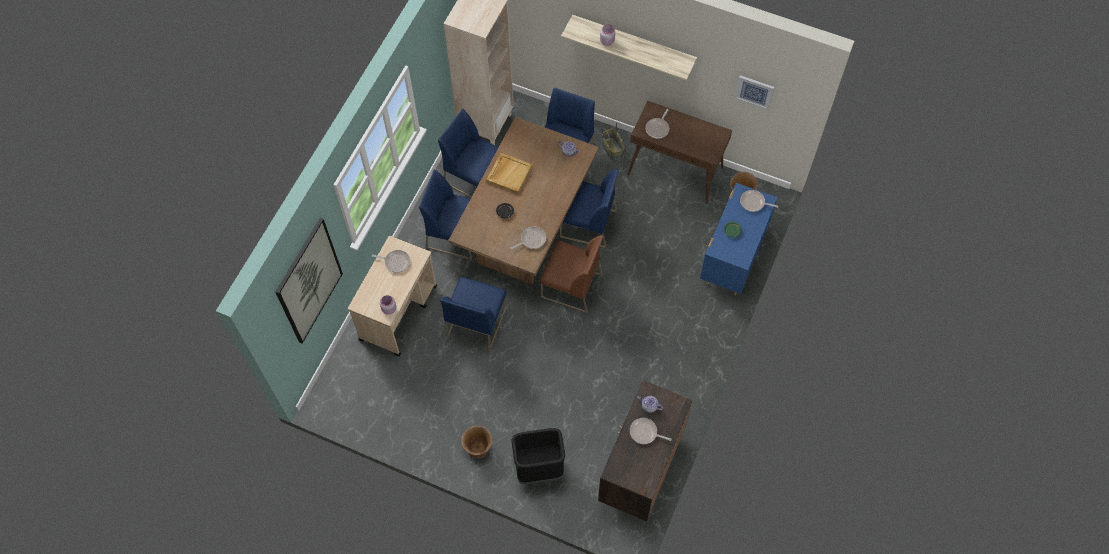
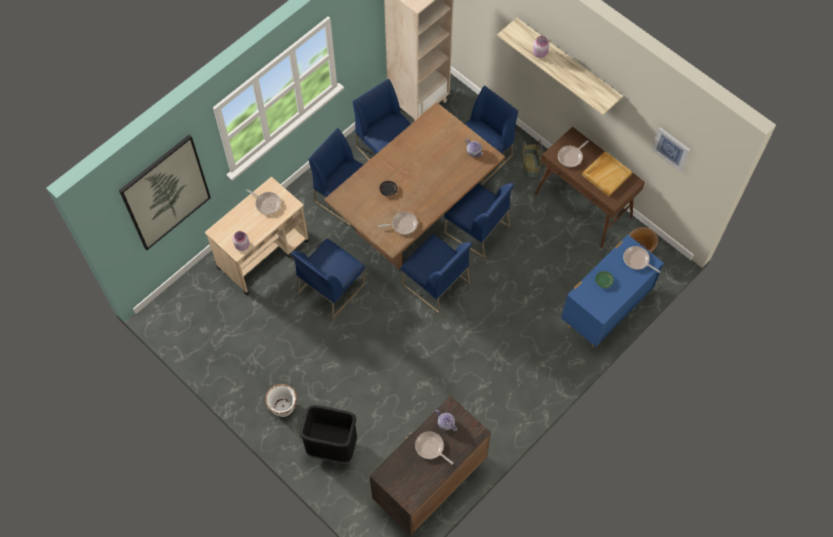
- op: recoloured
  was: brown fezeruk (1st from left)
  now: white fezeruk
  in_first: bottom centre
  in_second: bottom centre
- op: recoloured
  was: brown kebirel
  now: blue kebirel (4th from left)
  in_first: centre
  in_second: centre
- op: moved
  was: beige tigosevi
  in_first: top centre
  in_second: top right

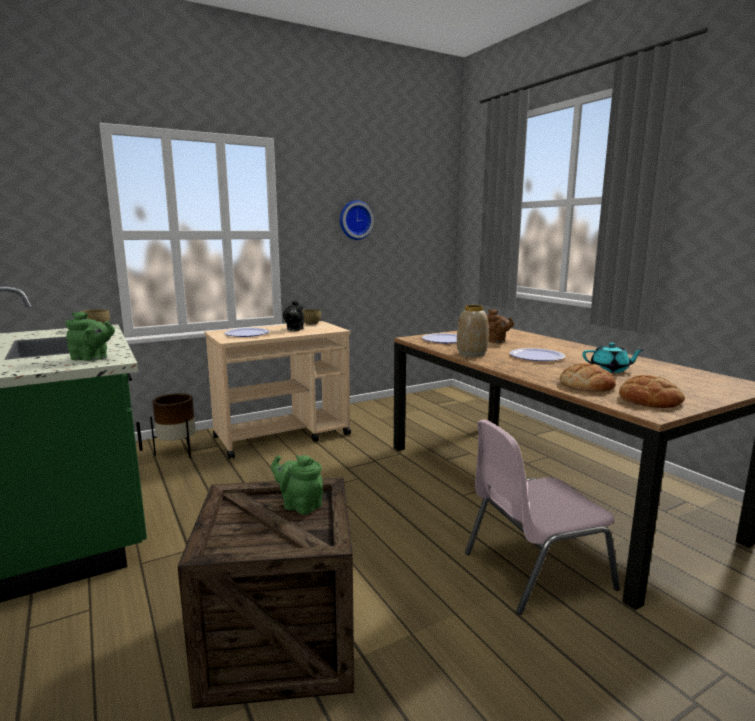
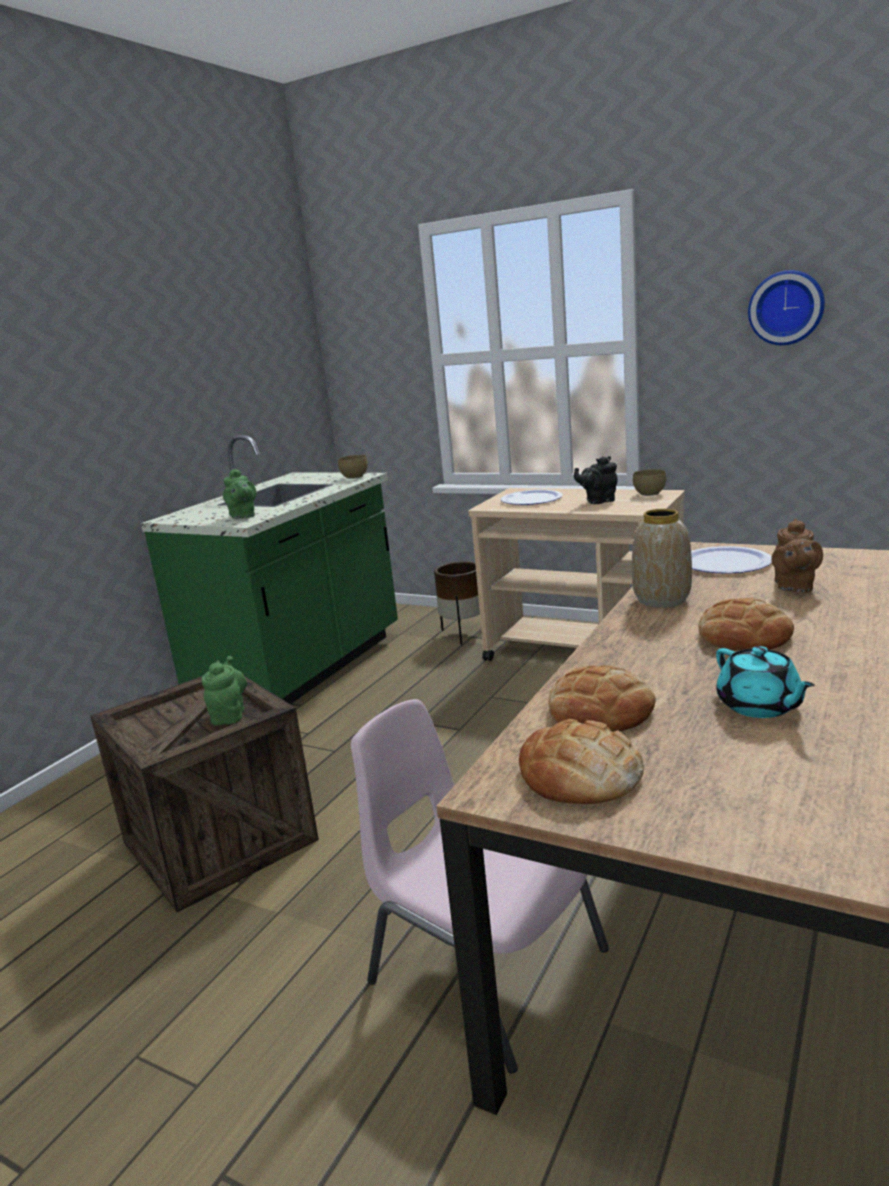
- op: replaced
  was: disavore (3rd from left)
  now: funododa (3rd from left)
  in_first: middle right
  in_second: middle right

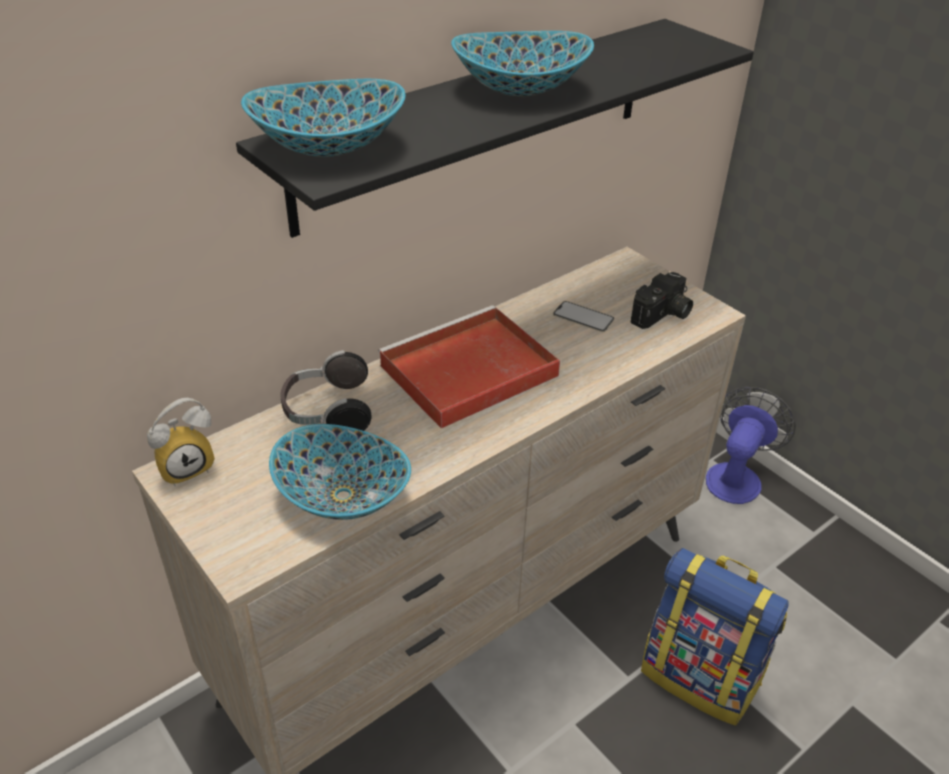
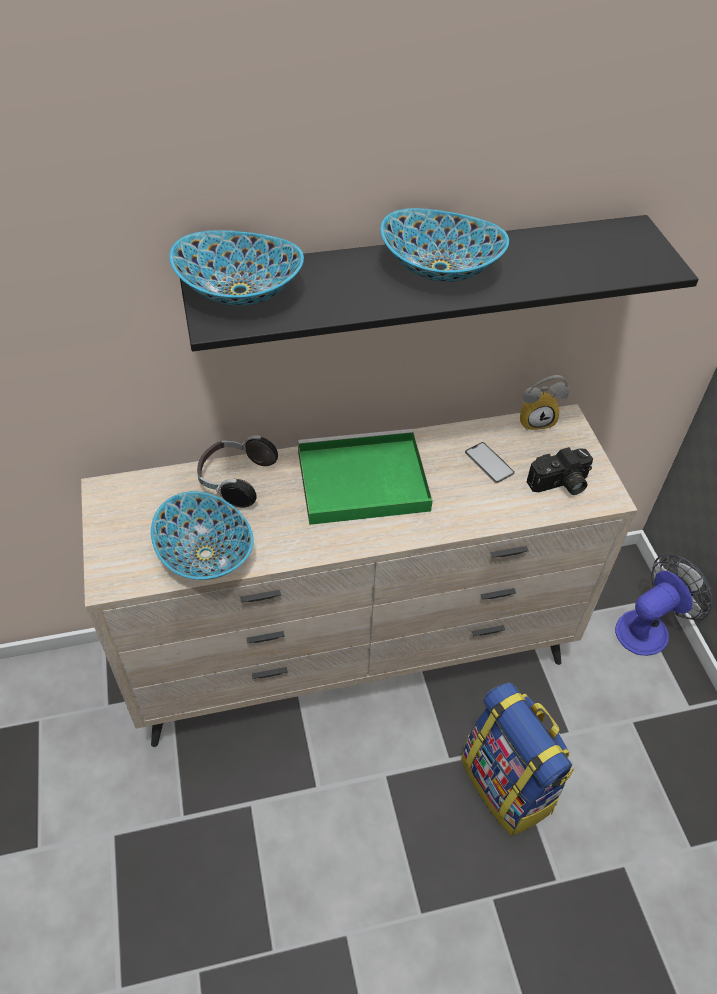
- op: recoloured
  was: red tigosevi
  now: green tigosevi
  in_first: centre
  in_second: centre
- op: moved
  was: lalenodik
  in_first: middle left
  in_second: middle right

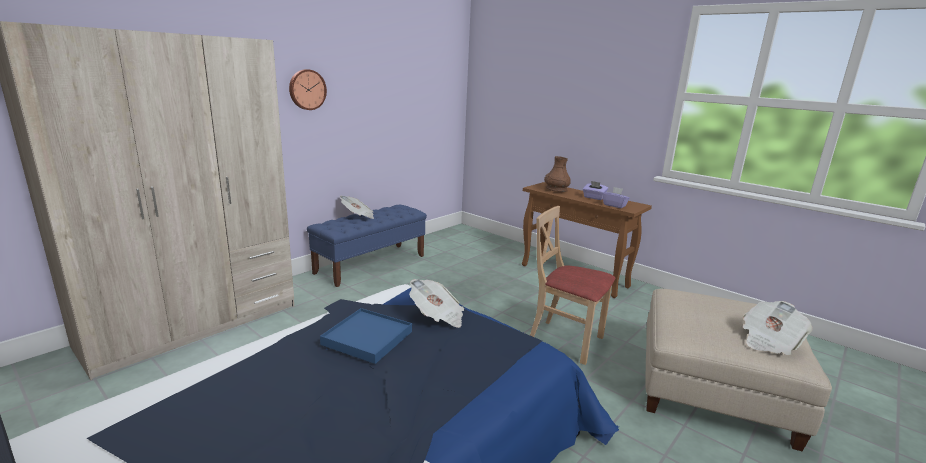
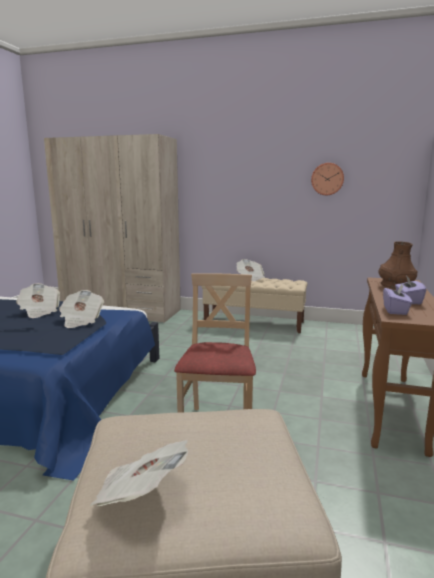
- op: replaced
  was: blue tigosevi
  now: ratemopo (1st from left)
  in_first: bottom centre
  in_second: middle left
- op: recoloured
  was: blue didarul
  now: beige didarul
  in_first: centre
  in_second: centre
- op: moved
  was: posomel
  in_first: top left
  in_second: top right

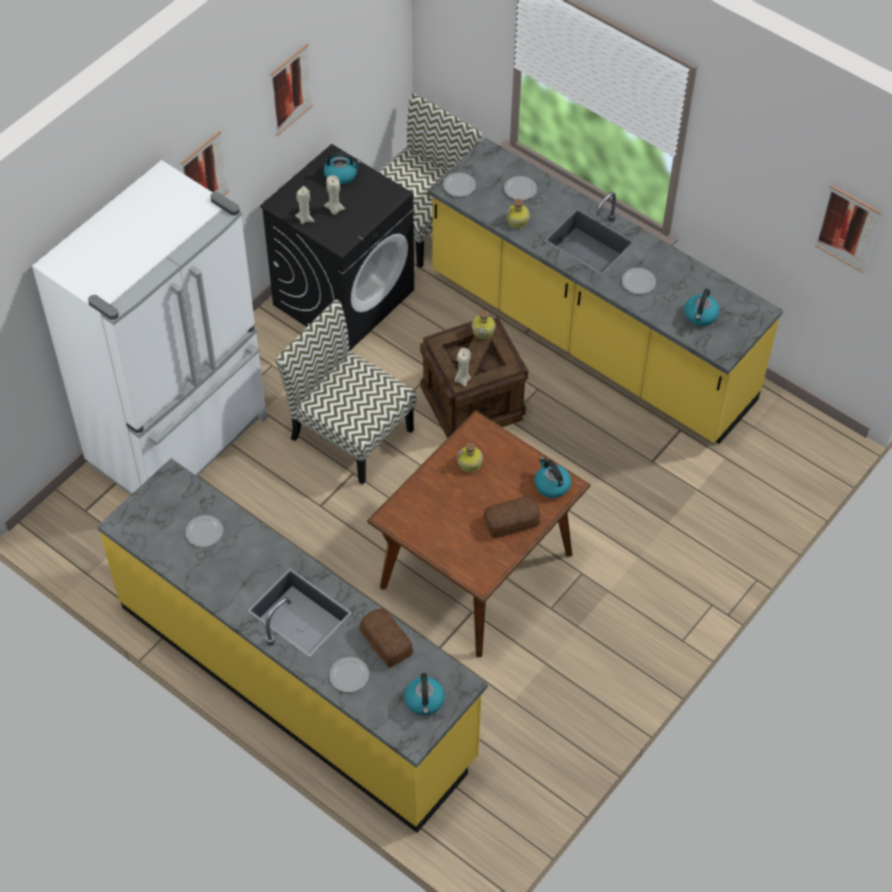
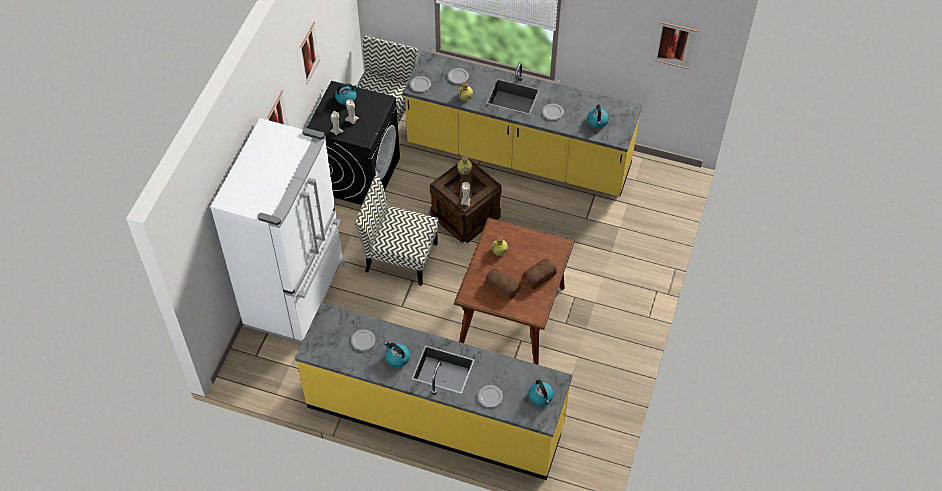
- op: moved
  was: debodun (3rd from left in the first image)
  now: debodun (2nd from left)
  in_first: centre
  in_second: bottom centre
- op: moved
  was: funododa (1st from left)
  in_first: bottom centre
  in_second: centre

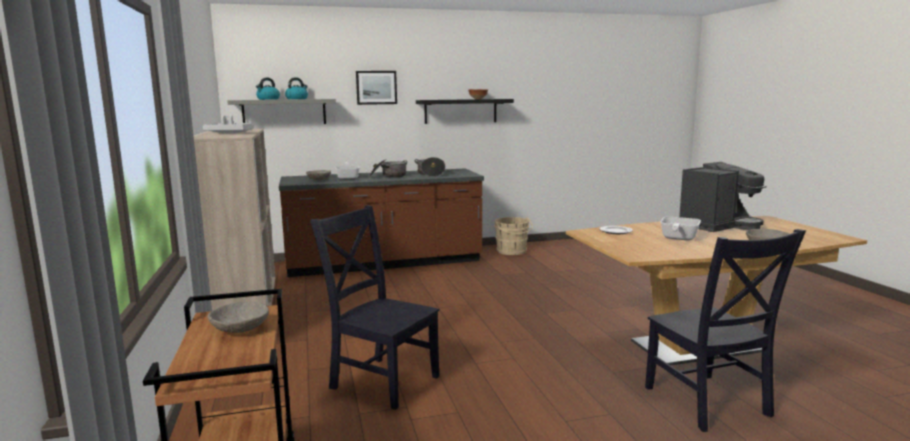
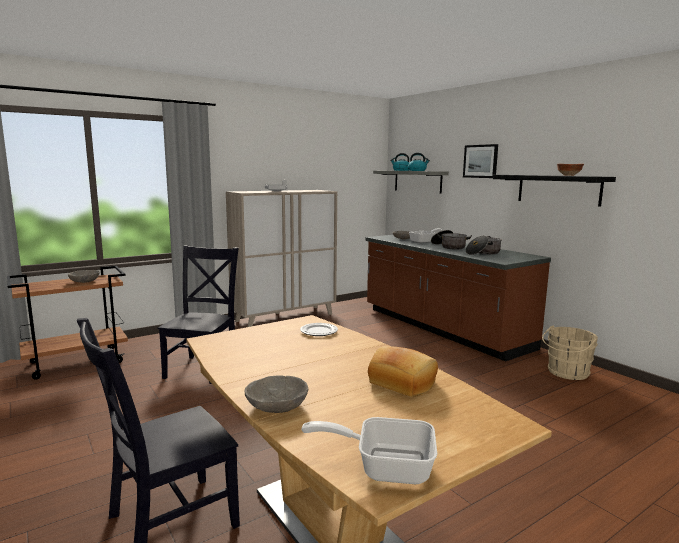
- op: moved
  was: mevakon (2nd from left in the first image)
  now: mevakon (1st from left)
  in_first: middle right
  in_second: bottom centre
- op: replaced
  was: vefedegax
  now: funododa
  in_first: middle right
  in_second: bottom centre

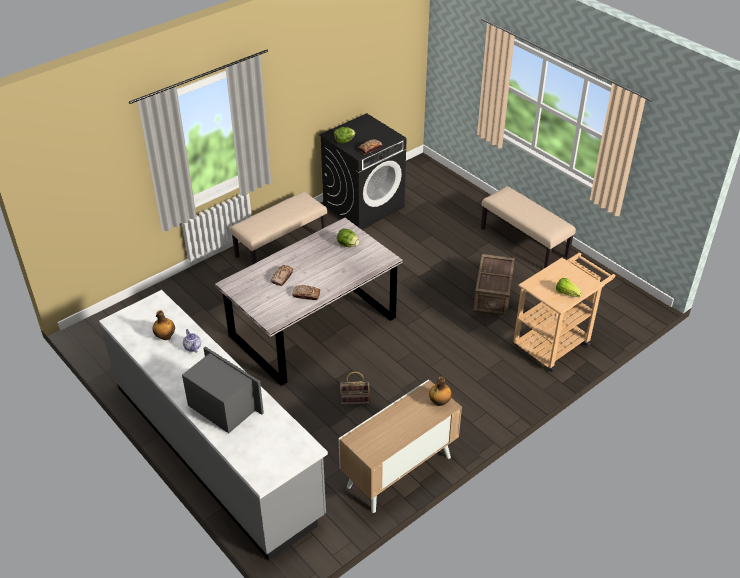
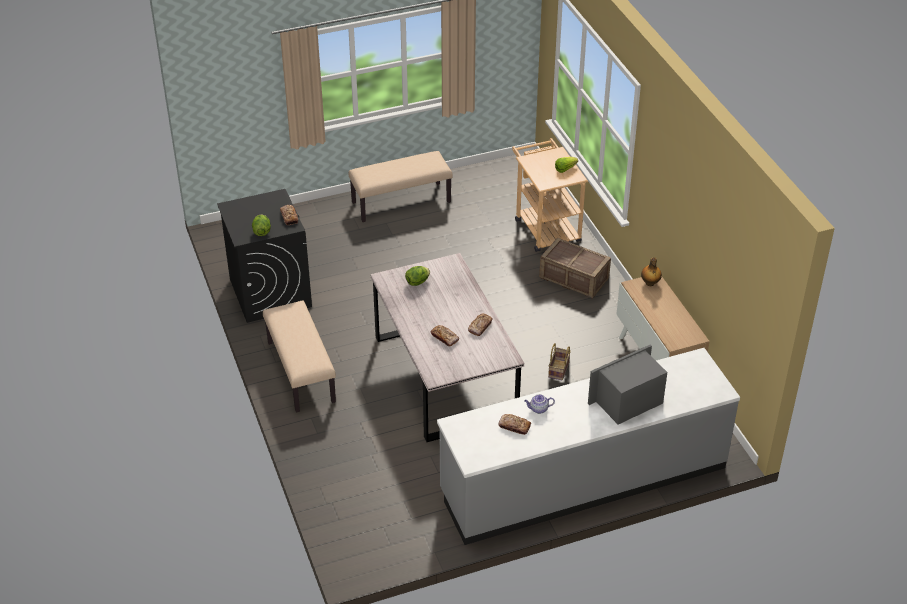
- op: replaced
  was: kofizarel (1st from left)
  now: funododa (4th from left)
  in_first: middle left
  in_second: bottom centre
- op: moved
  was: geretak
  in_first: middle right
  in_second: centre

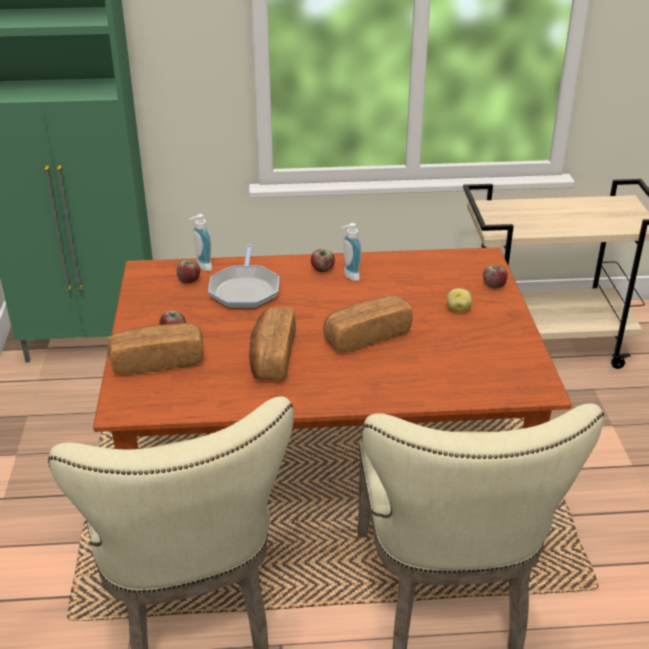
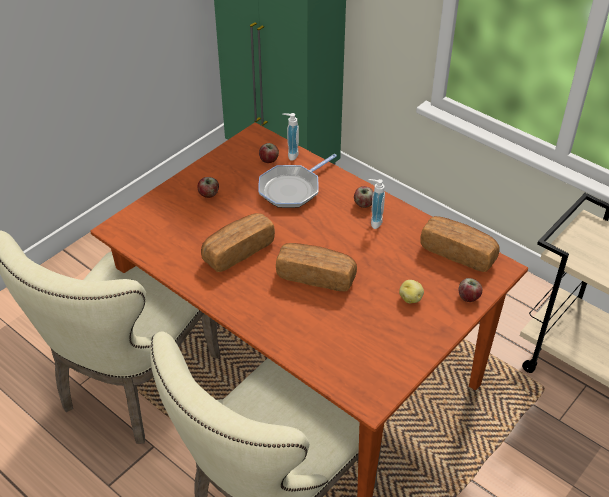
- op: moved
  was: funododa (1st from left in the first image)
  now: funododa (3rd from left)
  in_first: middle left
  in_second: middle right

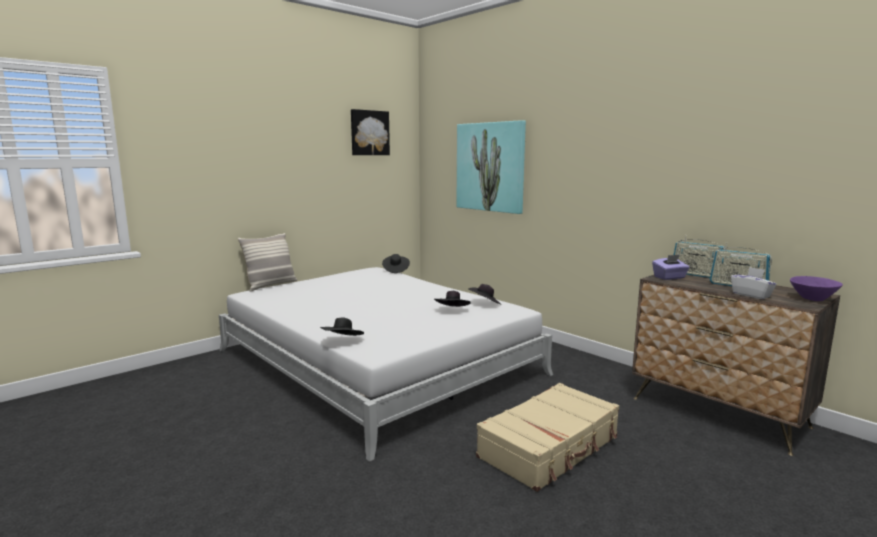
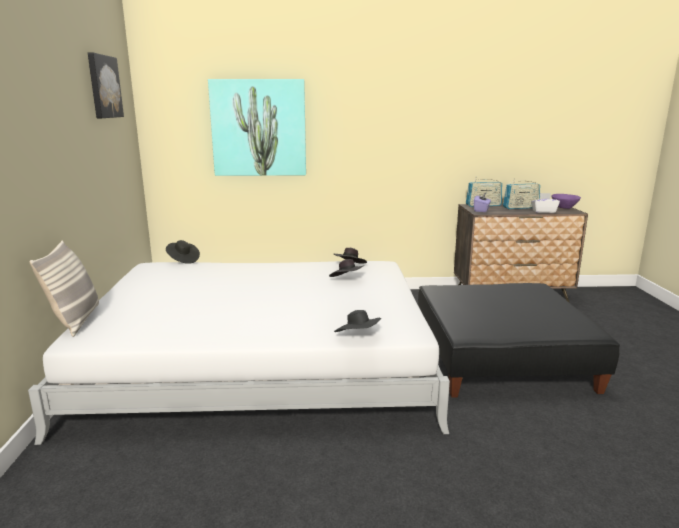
- op: replaced
  was: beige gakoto
  now: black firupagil
  in_first: bottom centre
  in_second: middle right

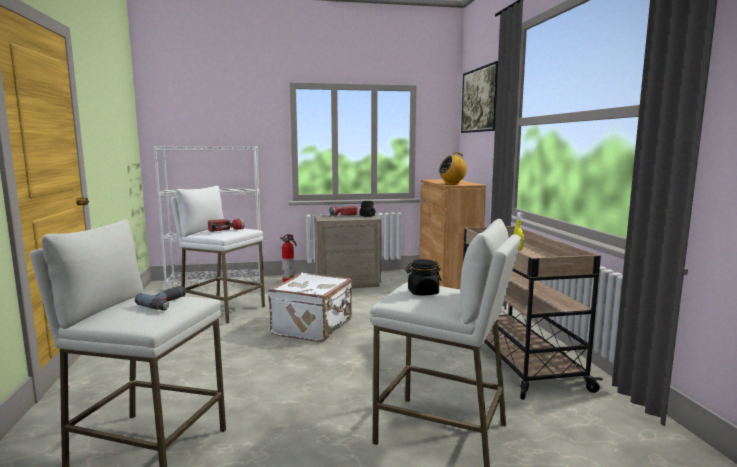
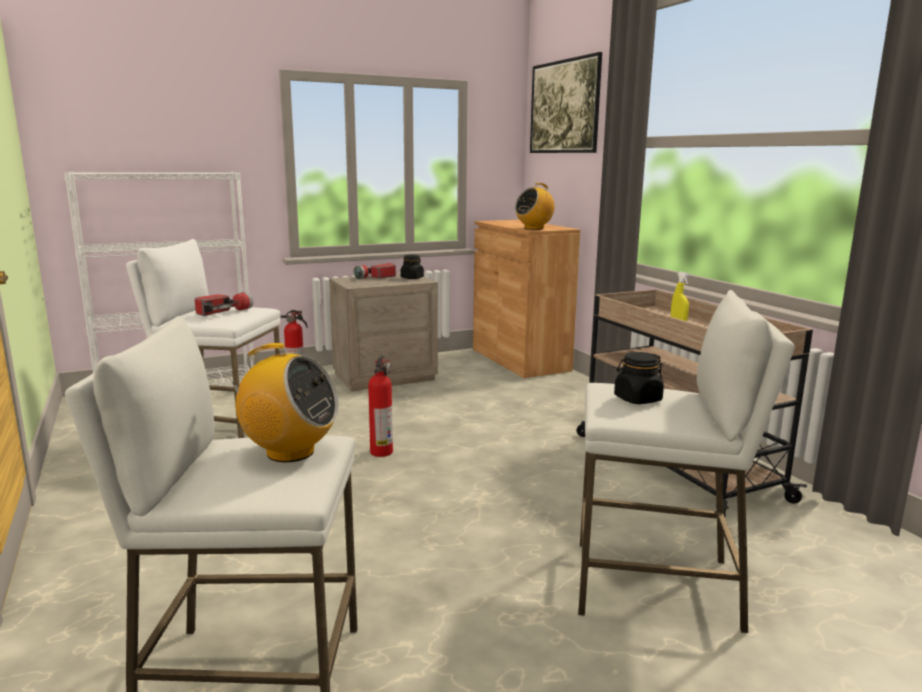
- op: replaced
  was: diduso
  now: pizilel (1st from left)
  in_first: middle left
  in_second: middle left
- op: replaced
  was: white gakoto
  now: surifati (2nd from left)
  in_first: centre
  in_second: centre

